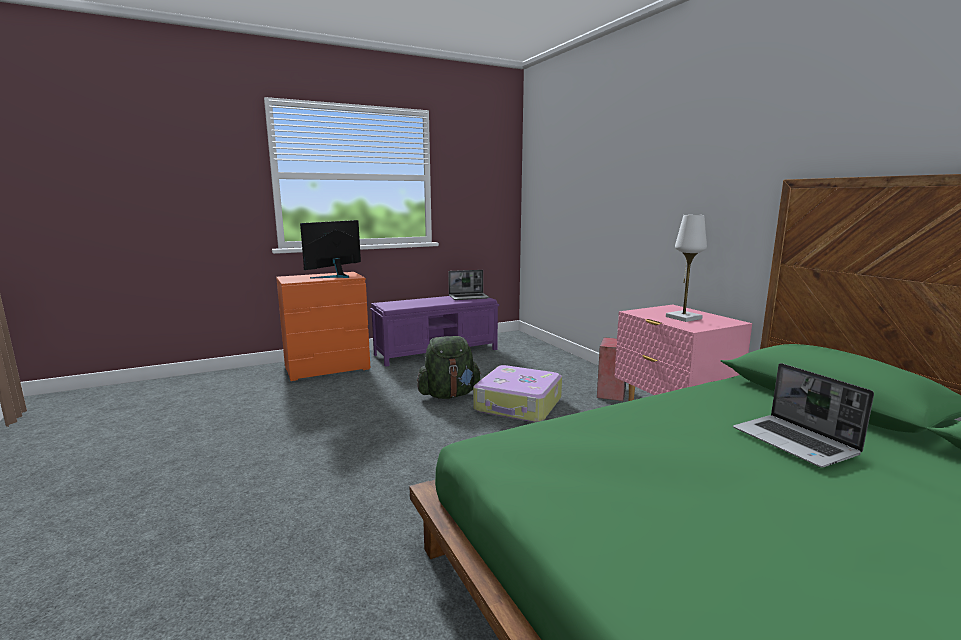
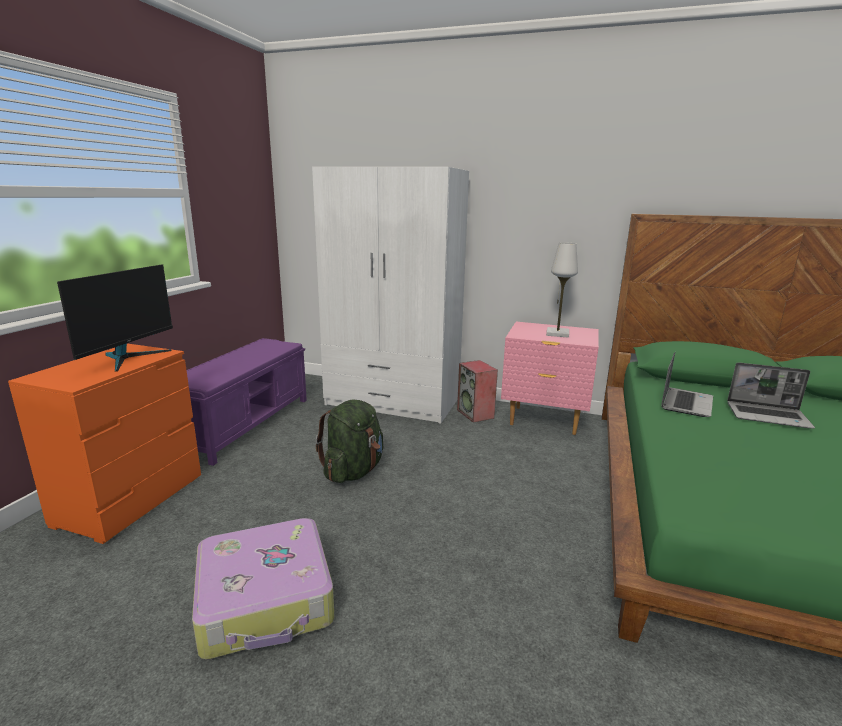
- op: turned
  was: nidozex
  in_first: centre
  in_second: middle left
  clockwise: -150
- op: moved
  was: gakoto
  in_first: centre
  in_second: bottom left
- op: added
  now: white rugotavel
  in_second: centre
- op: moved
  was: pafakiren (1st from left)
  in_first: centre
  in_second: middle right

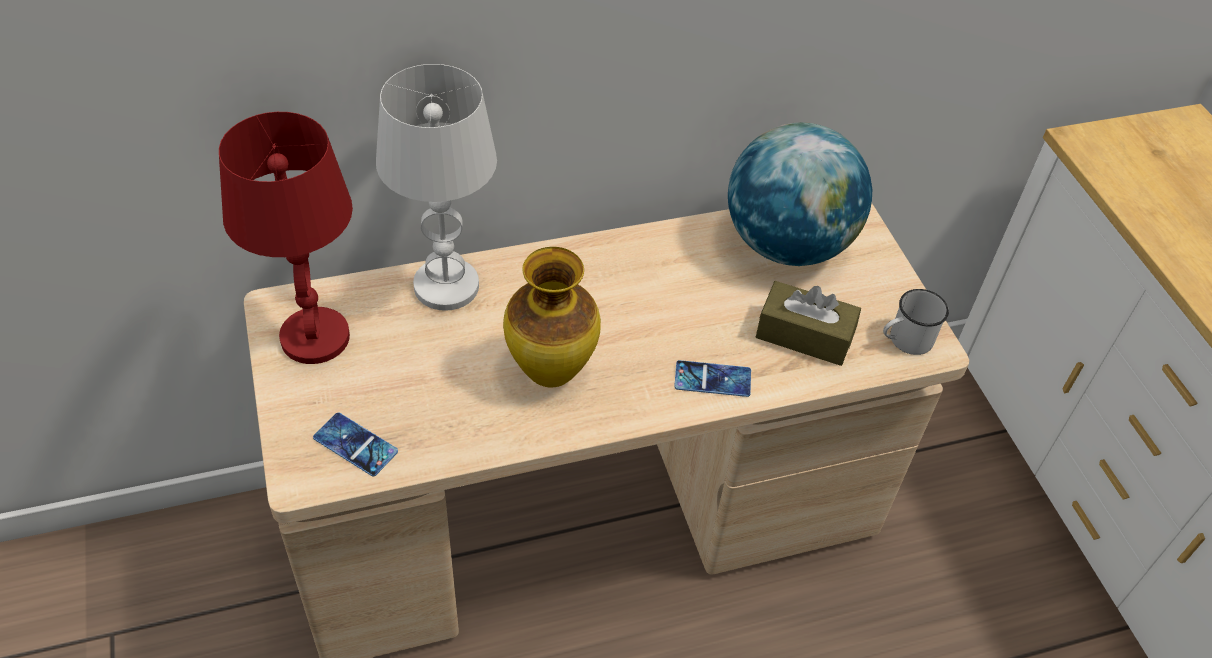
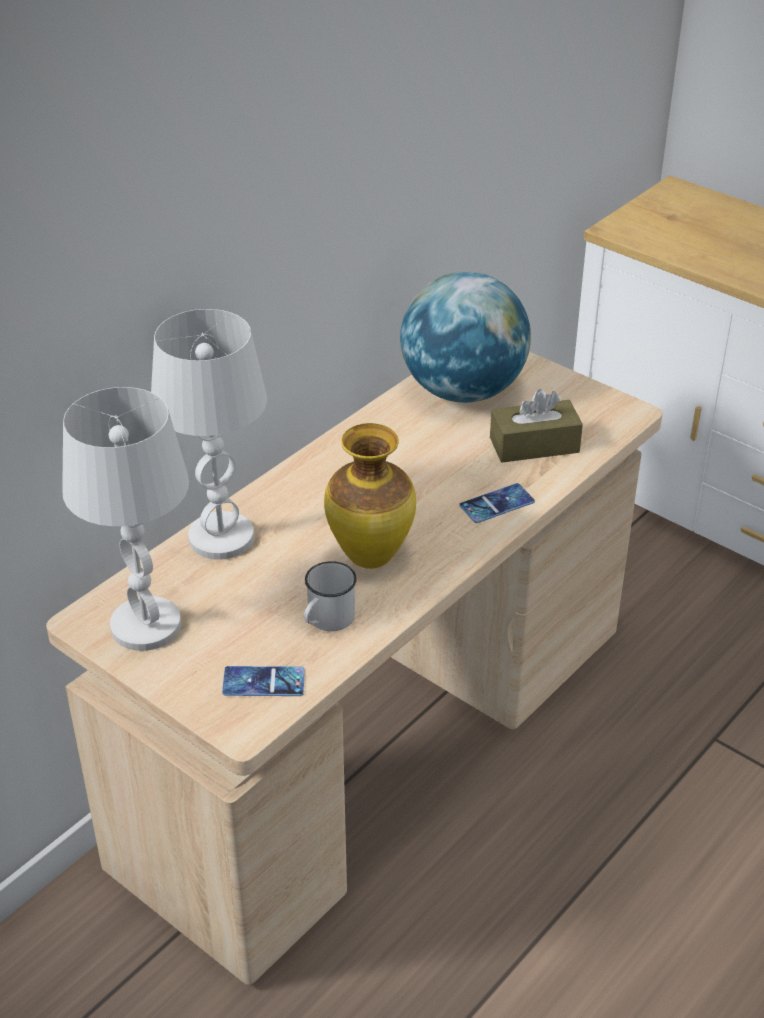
- op: recoloured
  was: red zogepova
  now: white zogepova (1st from left)
  in_first: middle left
  in_second: middle left
- op: moved
  was: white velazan
  in_first: middle right
  in_second: centre

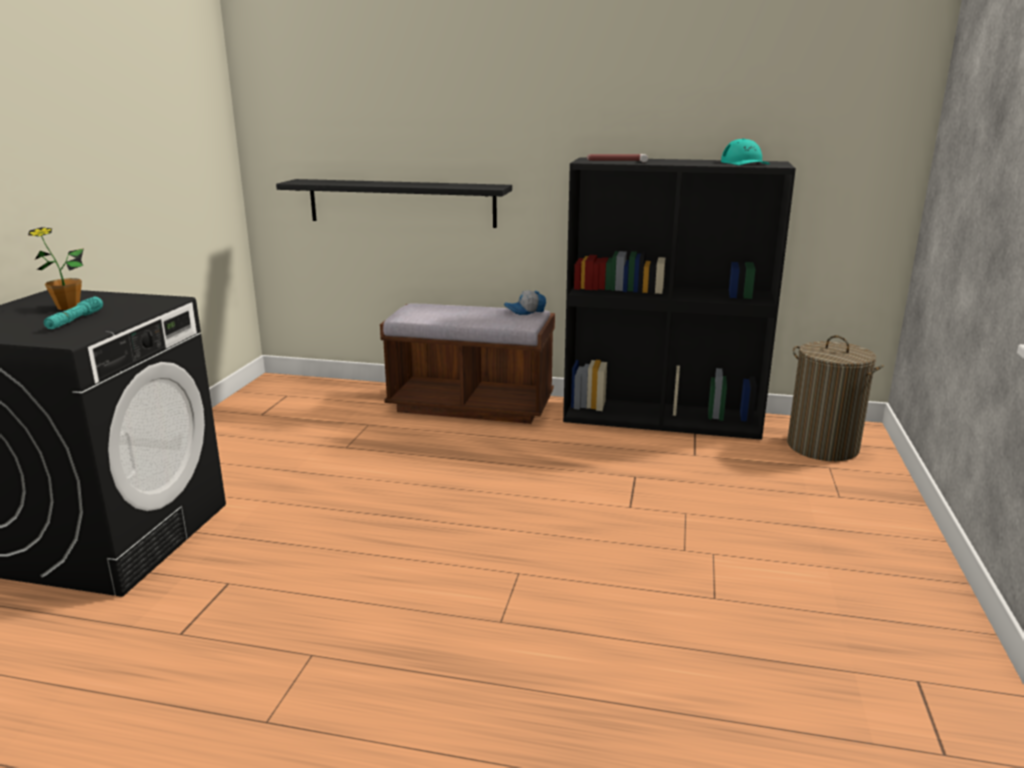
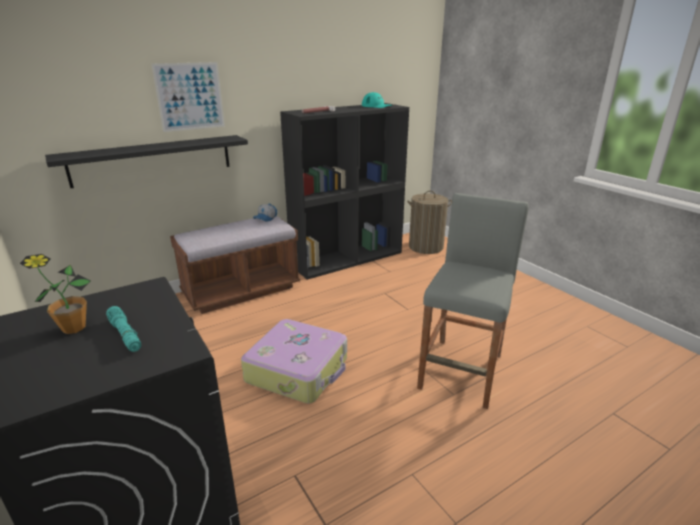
- op: added
  now: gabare
  in_second: top left
- op: added
  now: gakoto
  in_second: bottom centre
- op: added
  now: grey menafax
  in_second: middle right

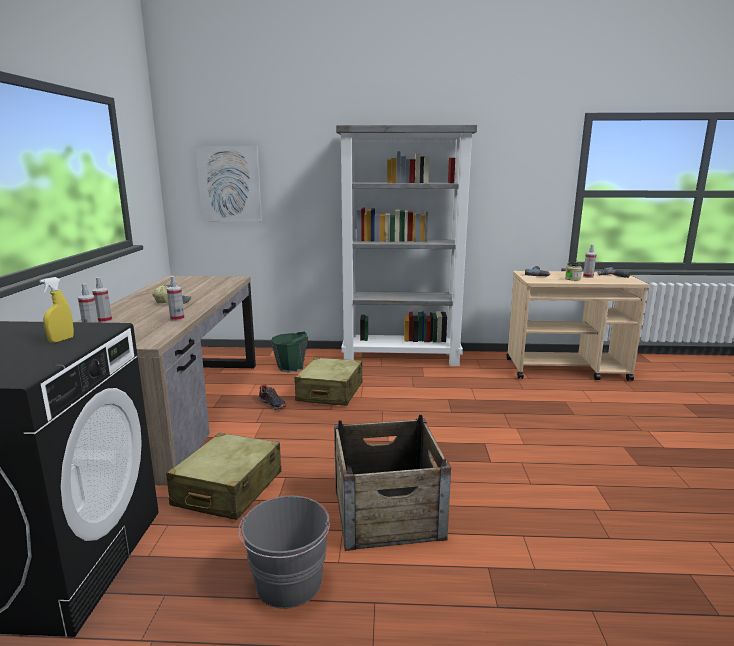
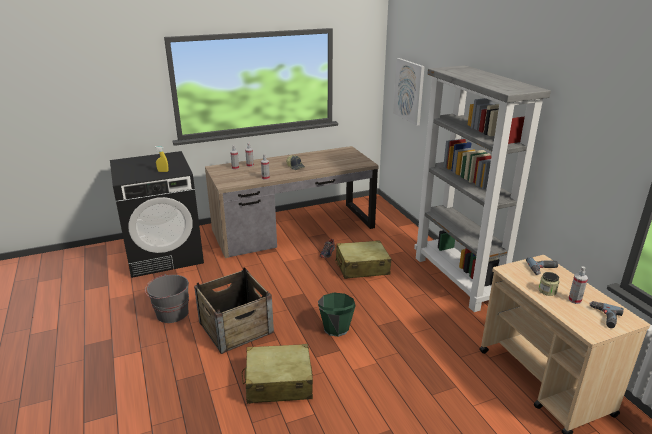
- op: moved
  was: beige gakoto (1st from left)
  in_first: bottom left
  in_second: bottom centre
- op: moved
  was: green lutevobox
  in_first: centre
  in_second: bottom centre

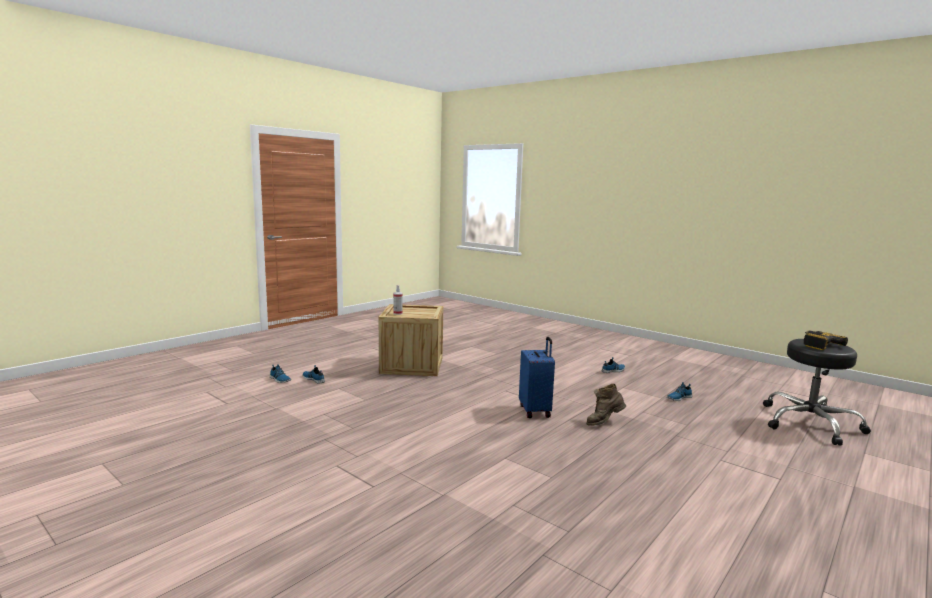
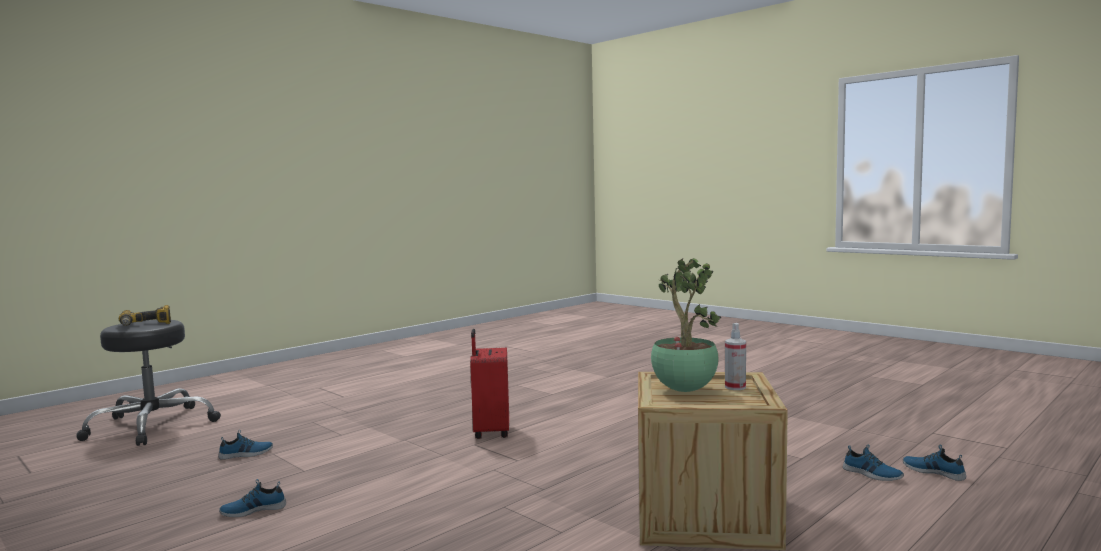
- op: recoloured
  was: blue gakoto
  now: red gakoto
  in_first: centre
  in_second: bottom centre
- op: added
  now: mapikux
  in_second: centre
- op: removed
  was: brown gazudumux
  in_first: bottom centre

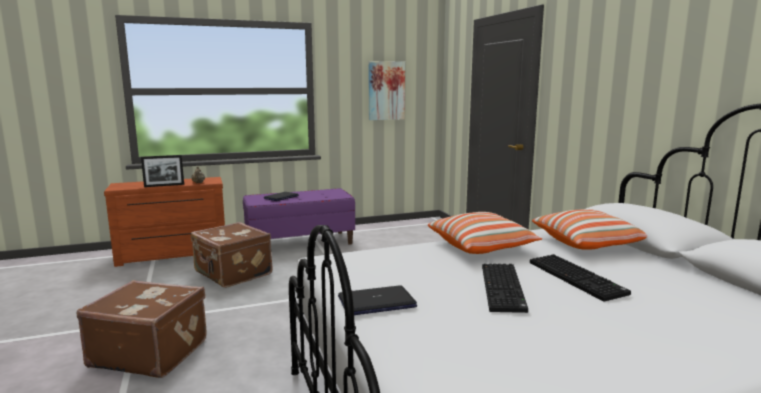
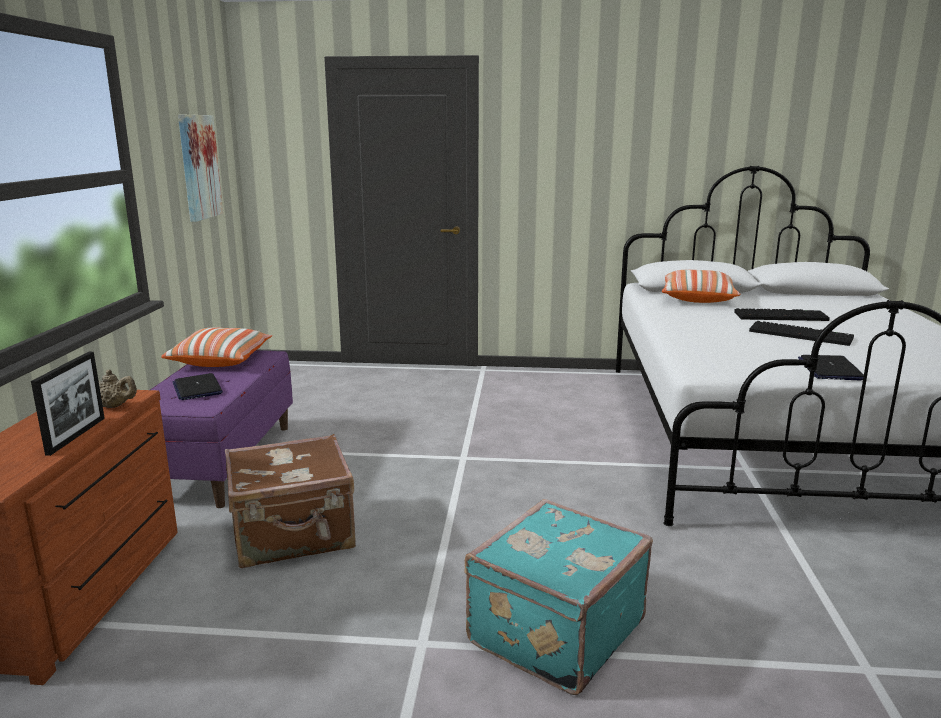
- op: moved
  was: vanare (1st from left)
  in_first: centre
  in_second: middle left
- op: recoloured
  was: brown gakoto (1st from left)
  now: turquoise gakoto
  in_first: bottom left
  in_second: bottom centre

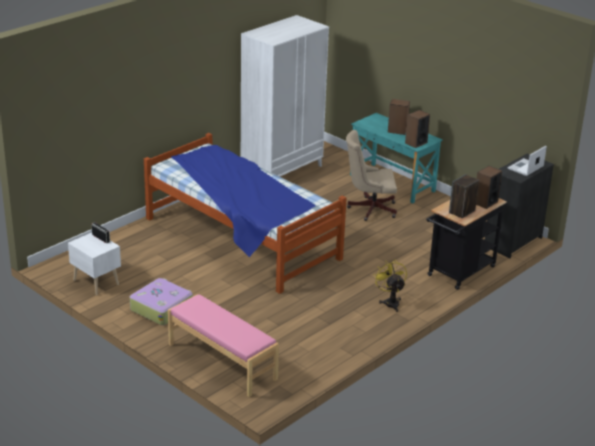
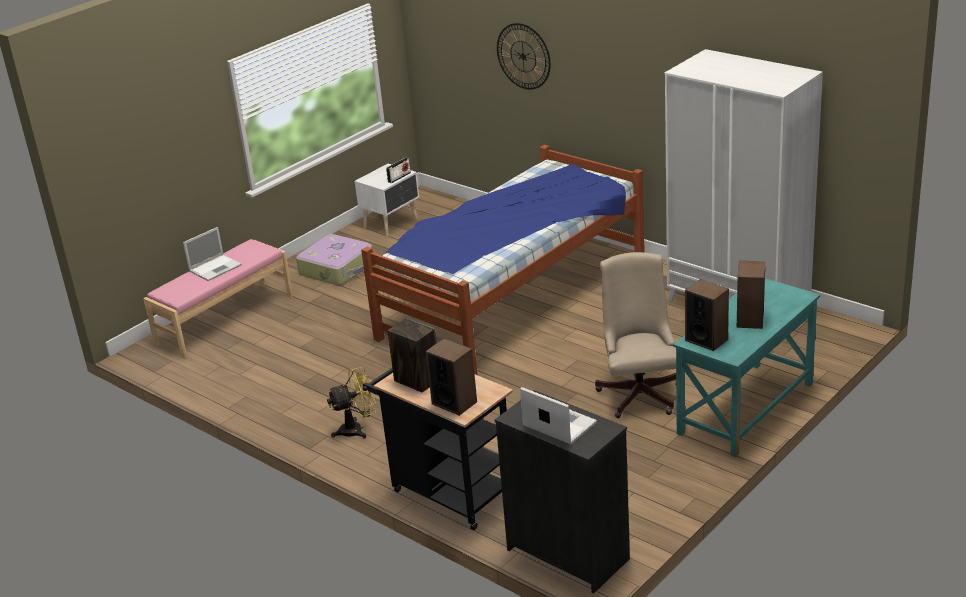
- op: added
  now: pafakiren (1st from left)
  in_second: middle left
- op: added
  now: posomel
  in_second: top centre

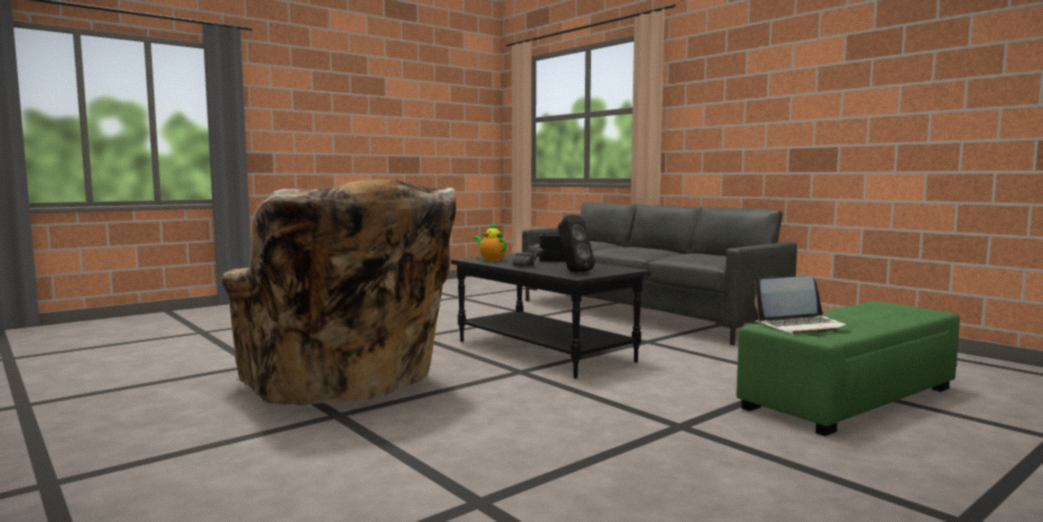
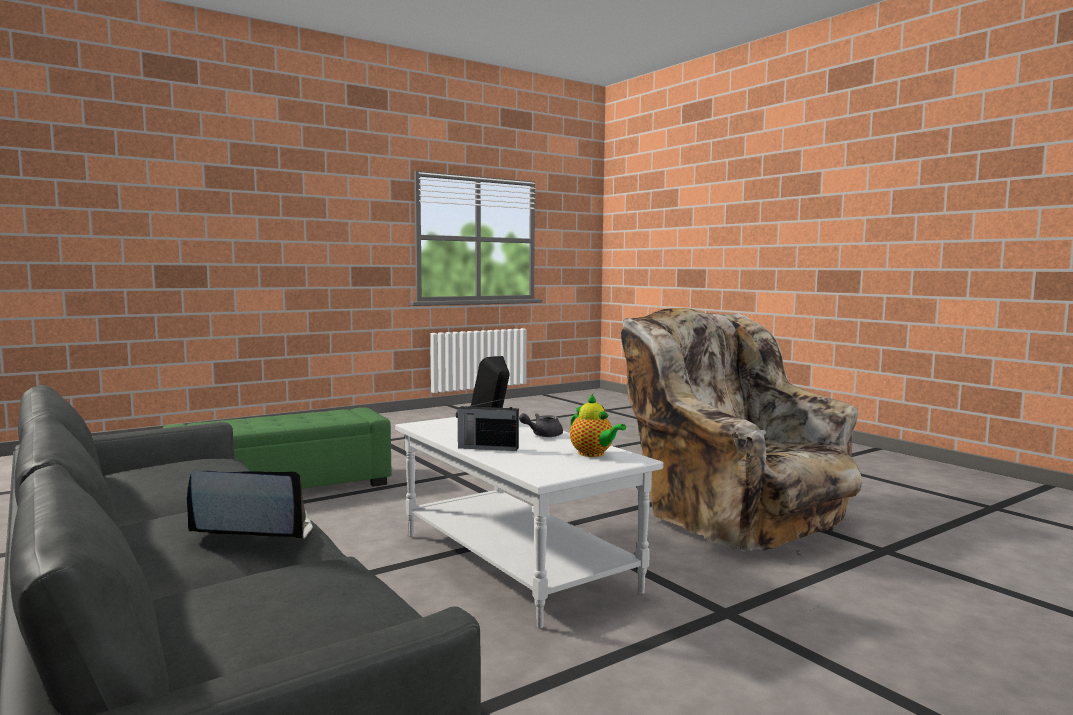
- op: moved
  was: pafakiren
  in_first: middle right
  in_second: bottom left
- op: recoloured
  was: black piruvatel
  now: white piruvatel
  in_first: centre
  in_second: bottom centre

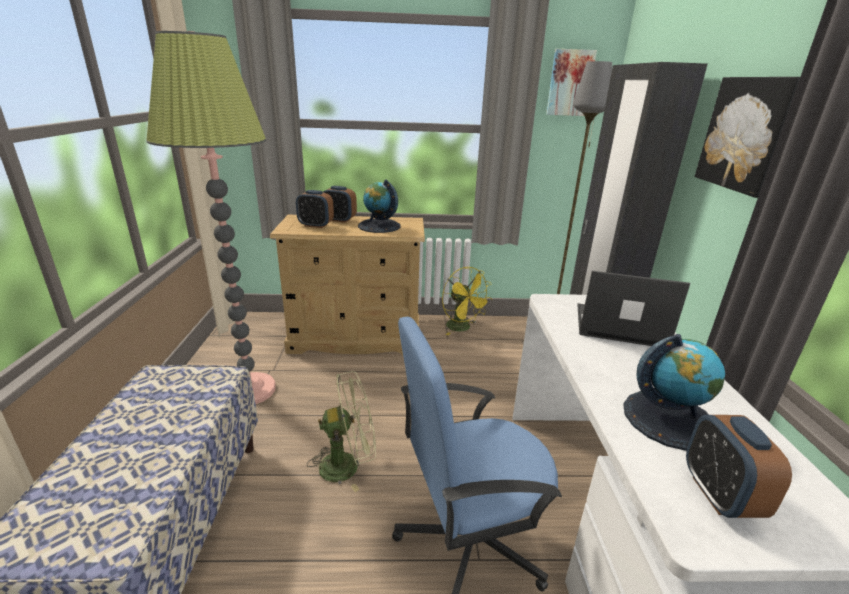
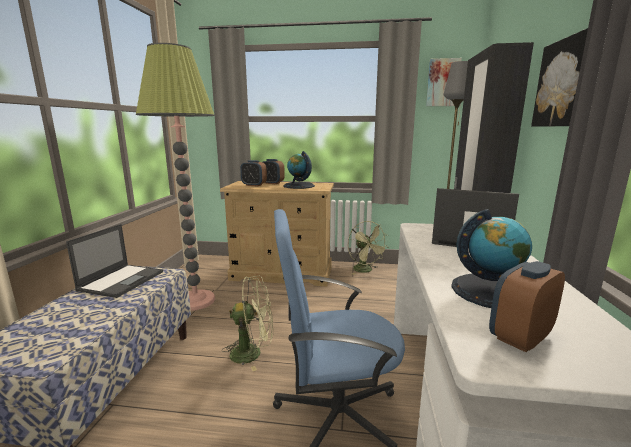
- op: added
  now: pafakiren (1st from left)
  in_second: middle left
- op: recoloured
  was: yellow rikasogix
  now: green rikasogix (2nd from left)
  in_first: centre
  in_second: centre
- op: turned
  was: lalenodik (3rd from left)
  in_first: bottom right
  in_second: bottom right
  clockwise: 45

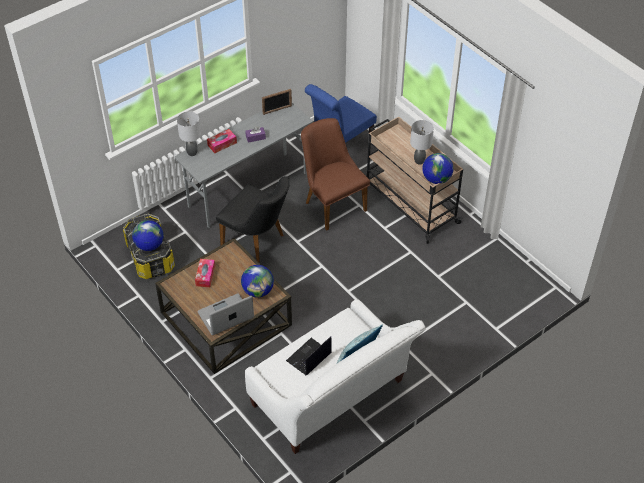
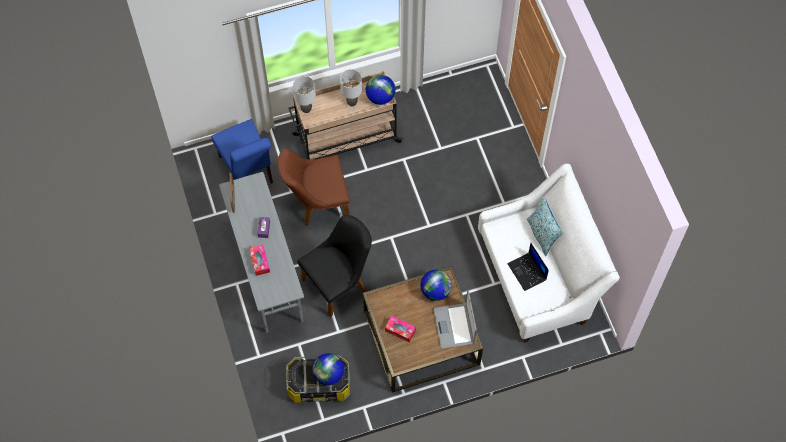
- op: moved
  was: grey zogepova (1st from left)
  in_first: top left
  in_second: top centre

